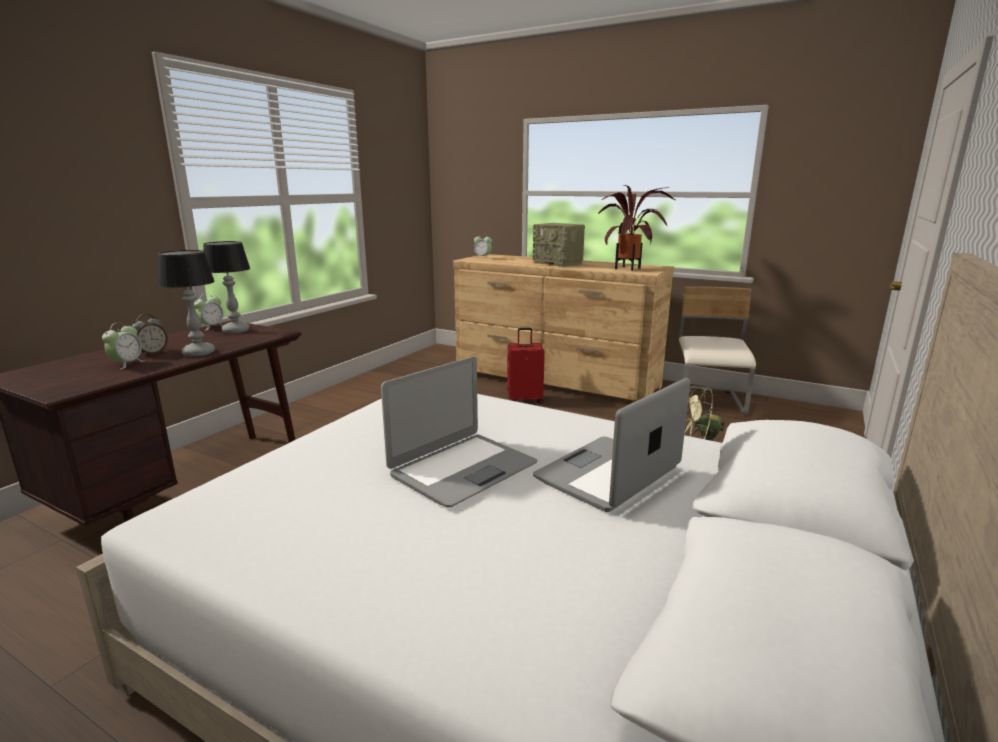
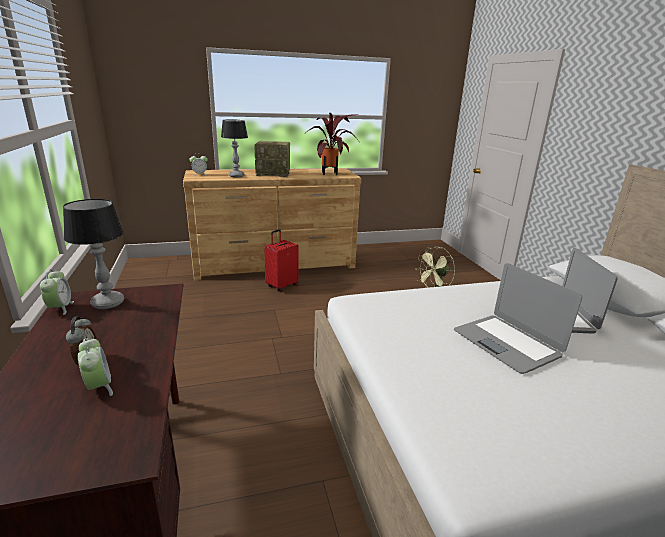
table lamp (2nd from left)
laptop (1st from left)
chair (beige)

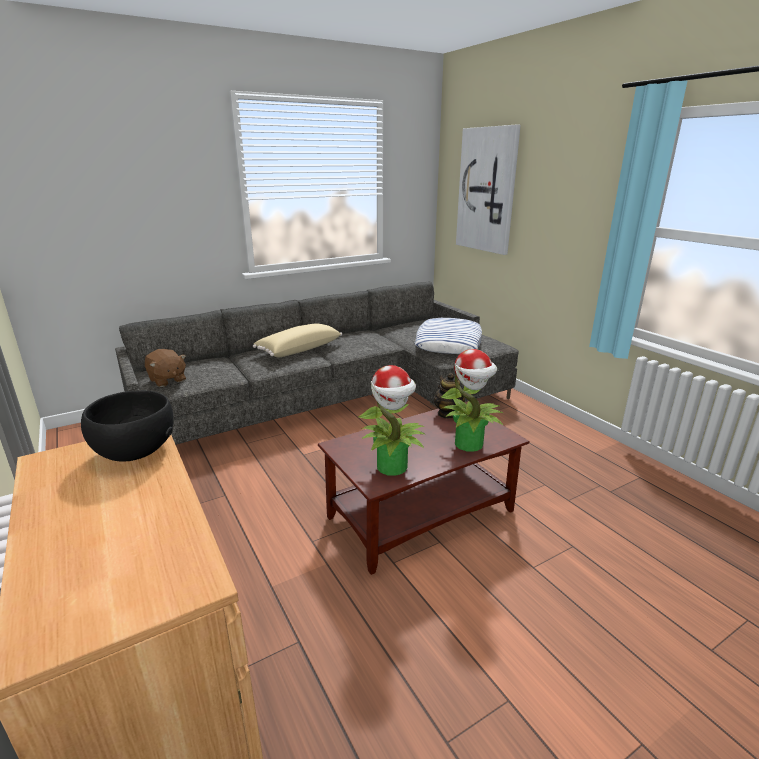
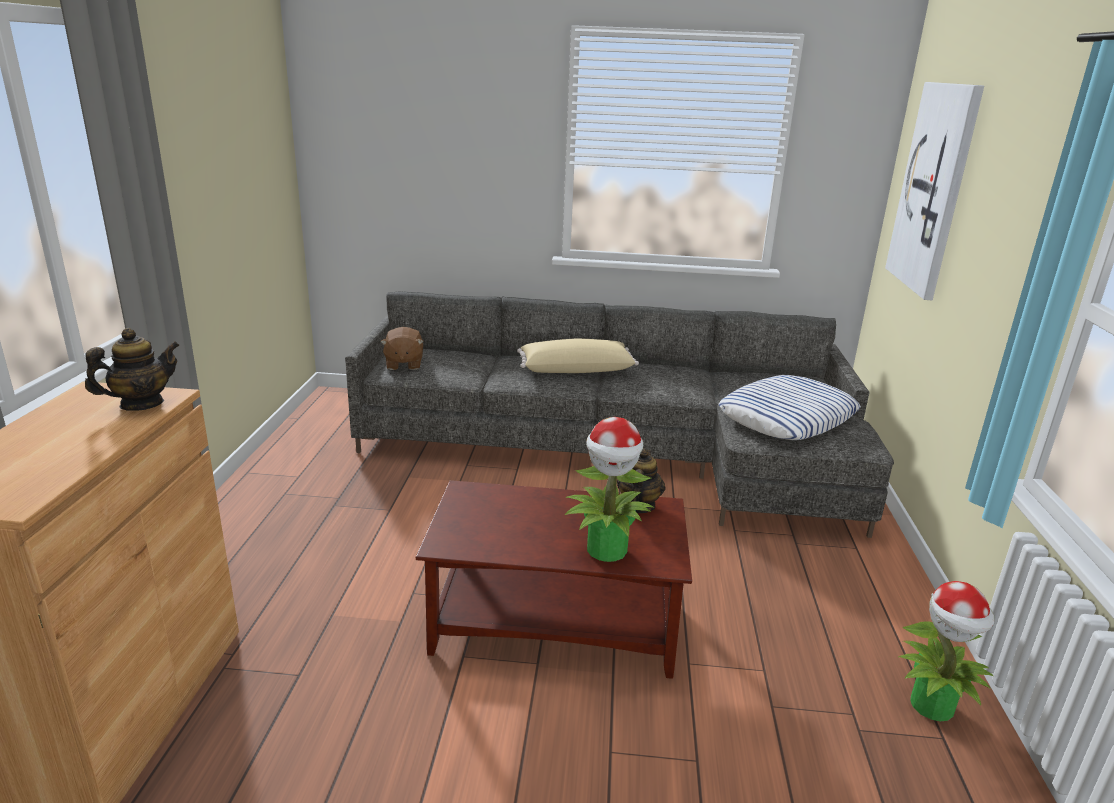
teapot (1st from left)
potted plant (2nd from left)

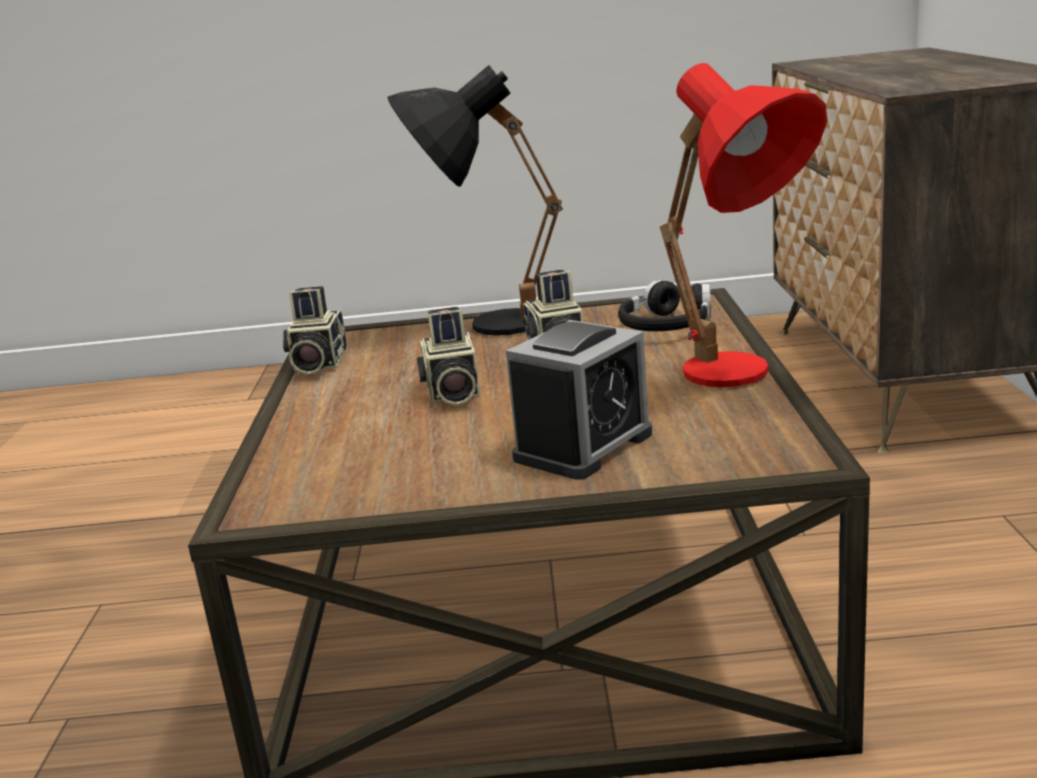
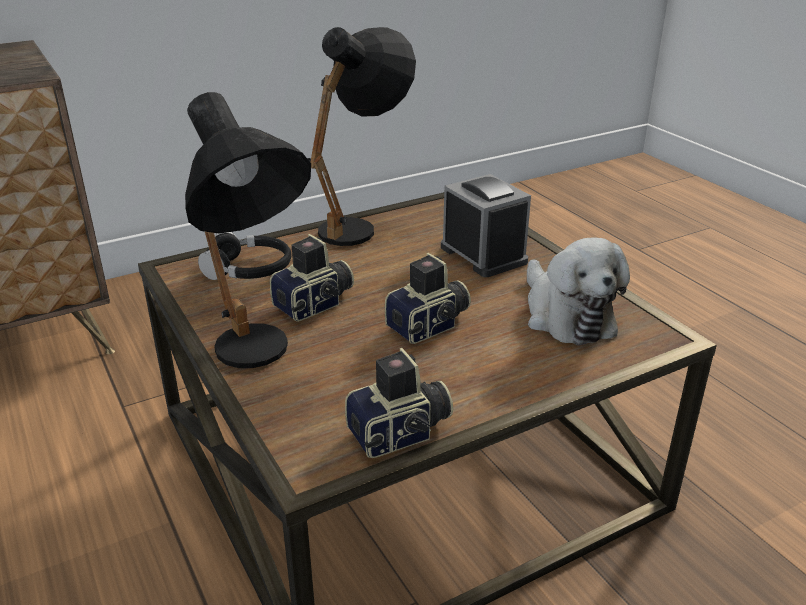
table lamp (black) (2nd from left)
alarm clock
plush toy

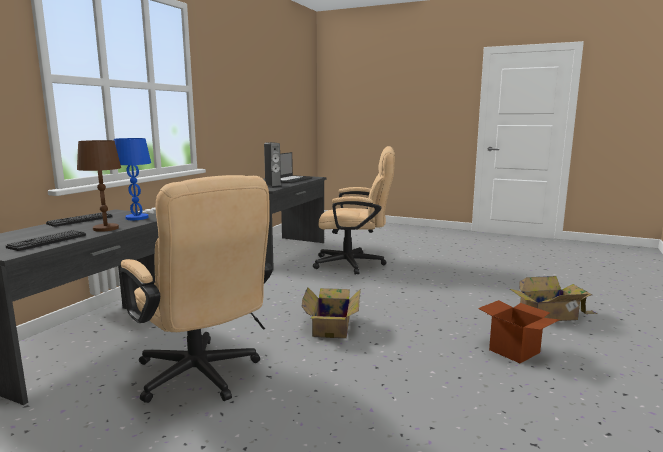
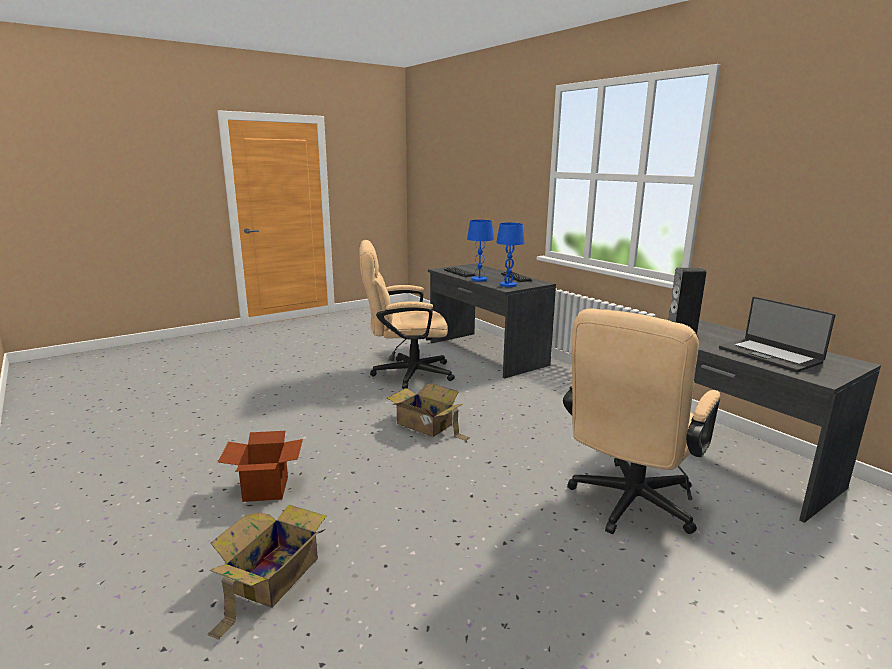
table lamp (blue) (1st from left)

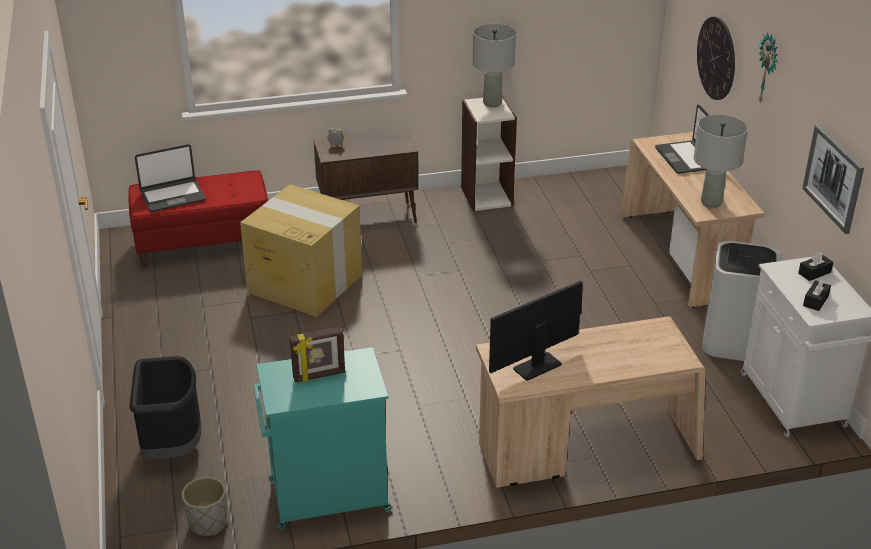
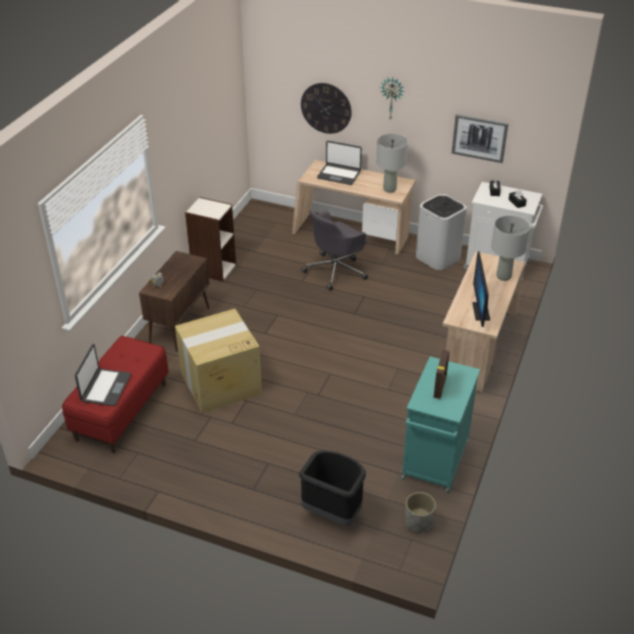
office chair (grey)
table lamp (grey) (2nd from left)

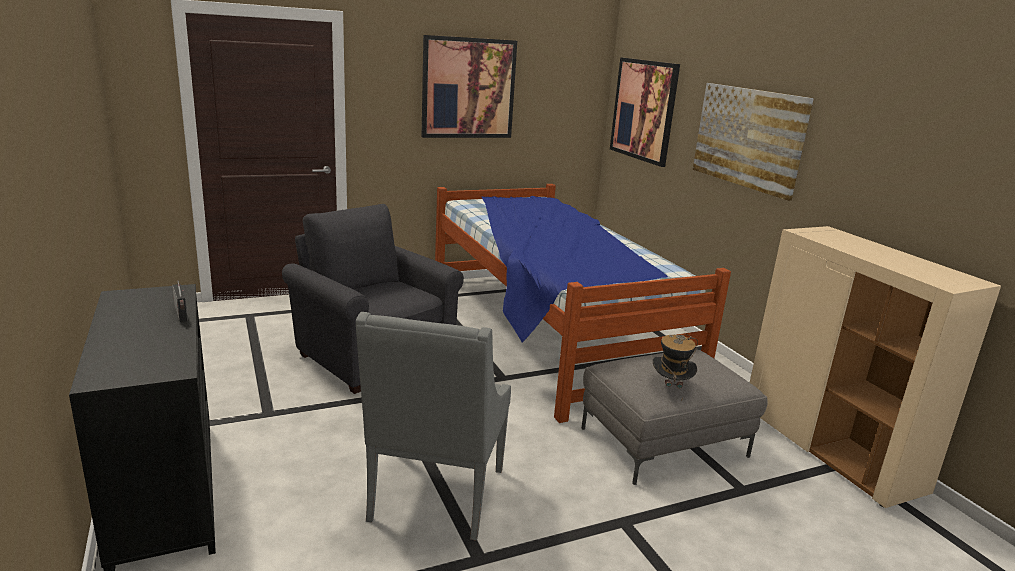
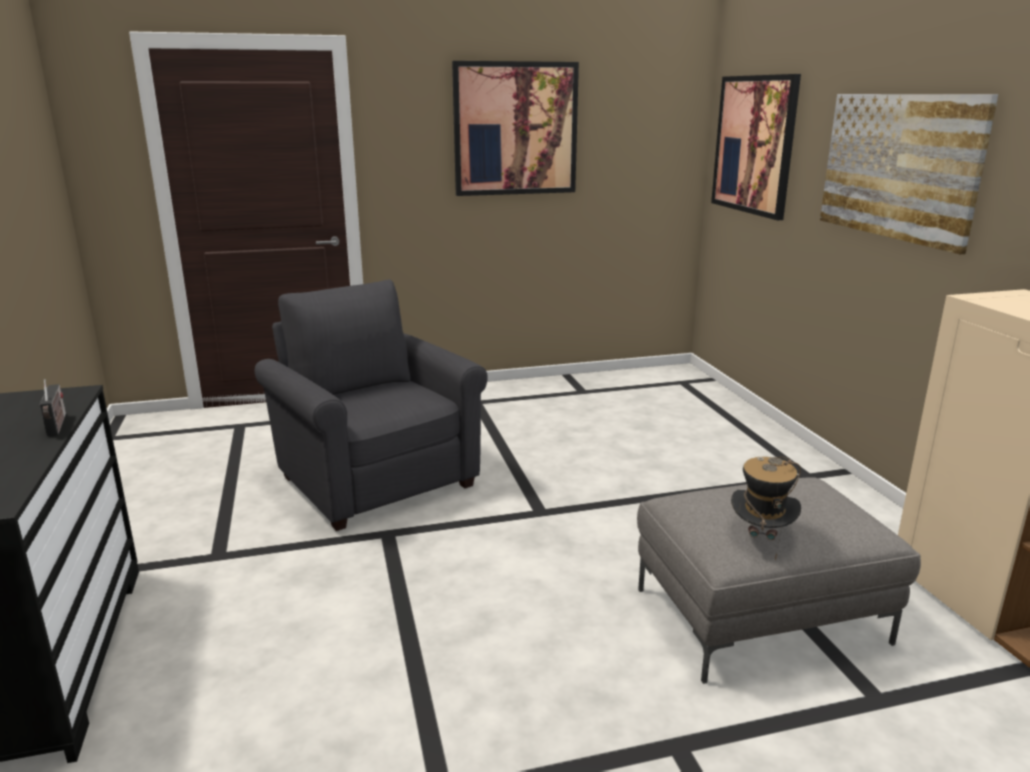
armchair (grey) (2nd from left in the first image)
bed

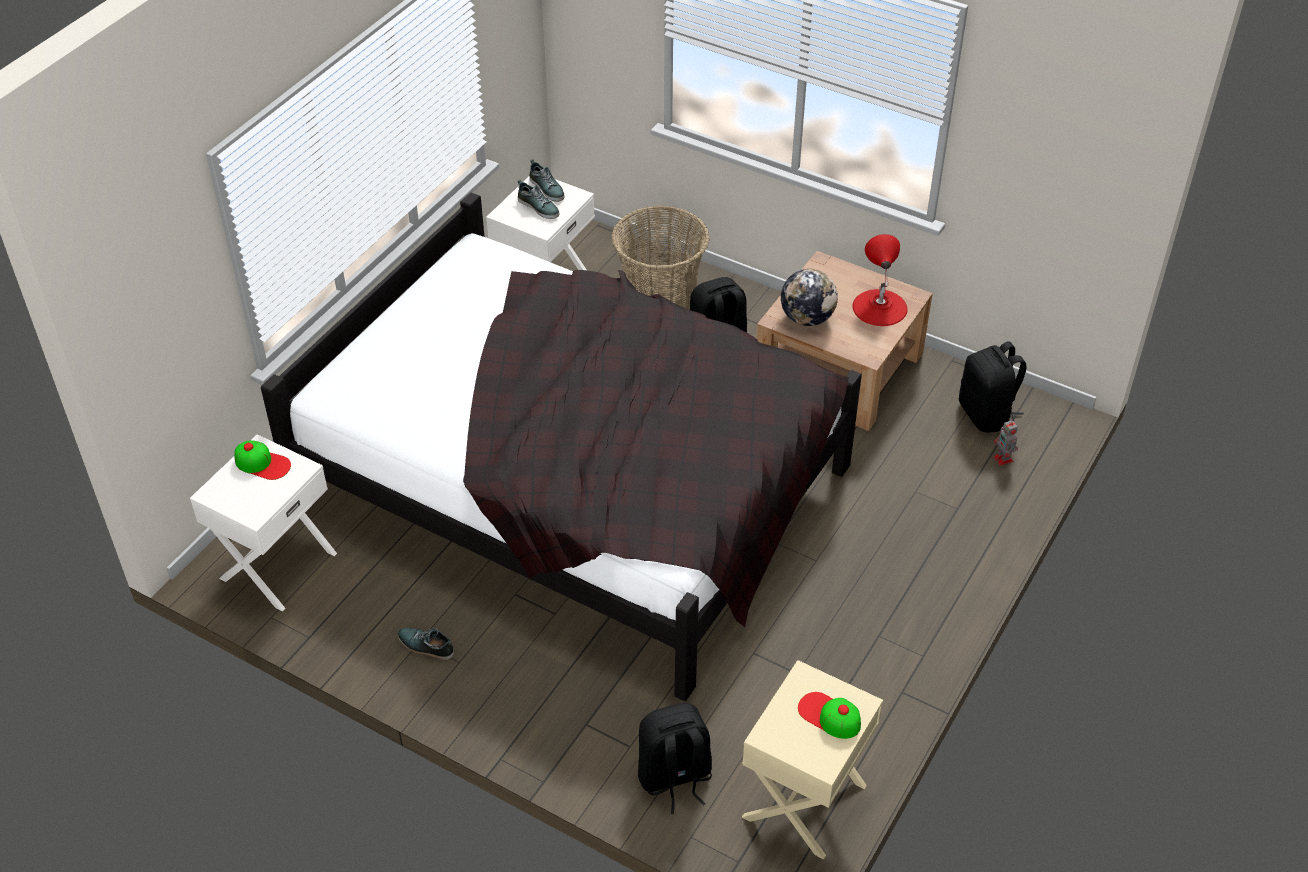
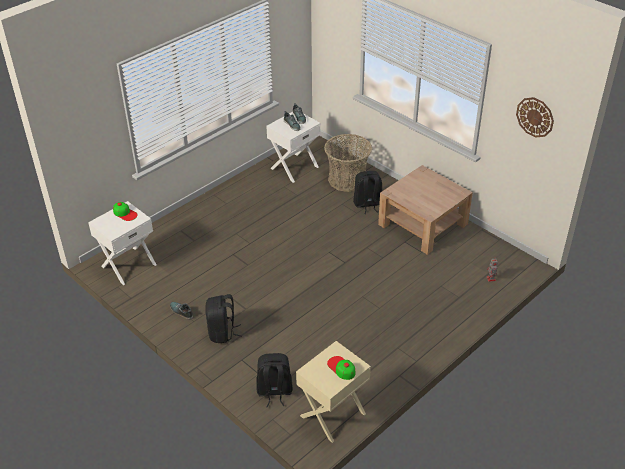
backpack (black) (1st from left)
wall clock
bed (black)
globe
table lamp (red)

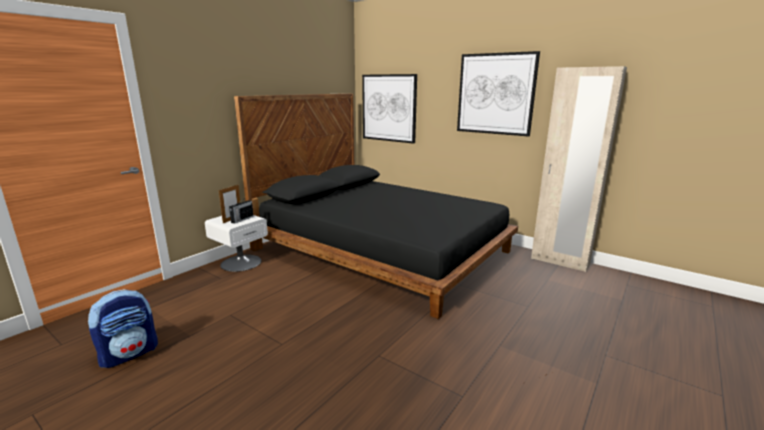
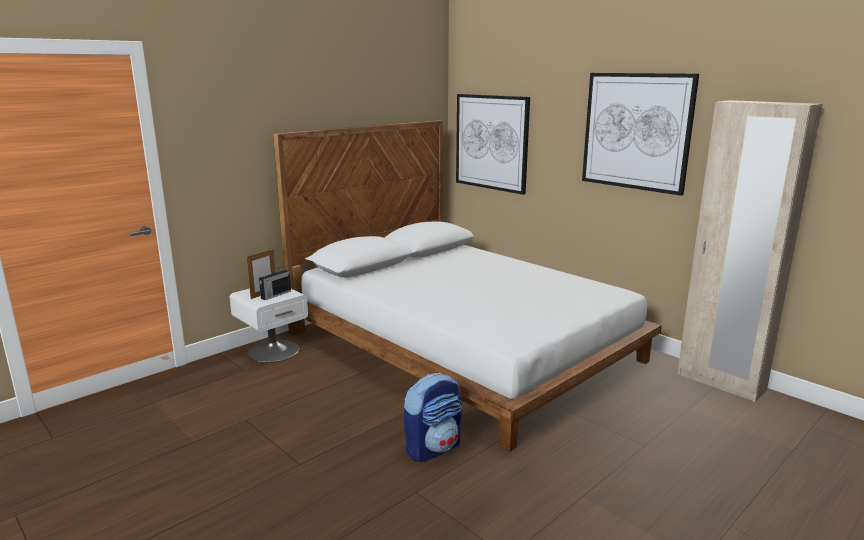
bed (white)
backpack

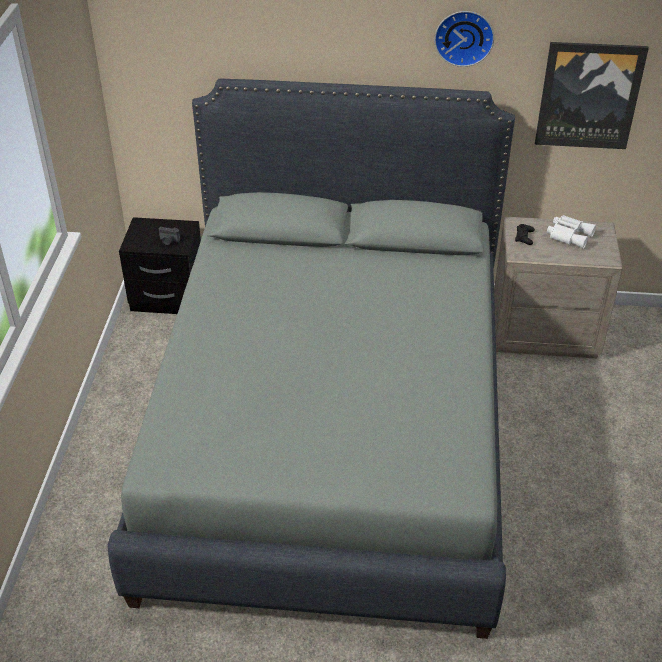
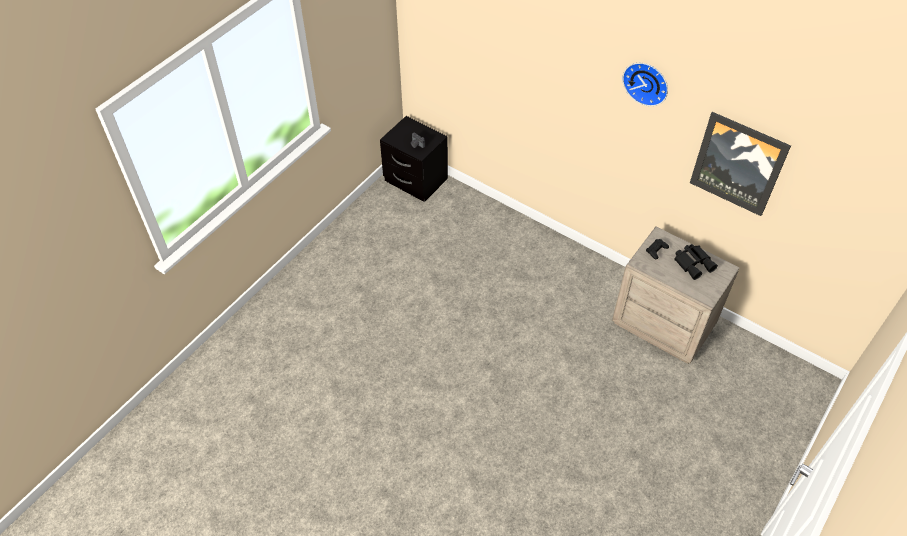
binoculars (black)
bed (grey)

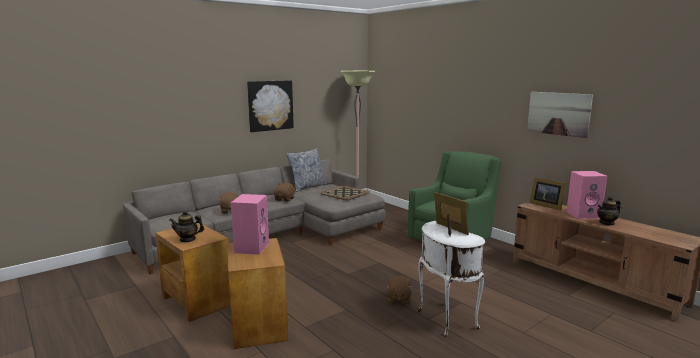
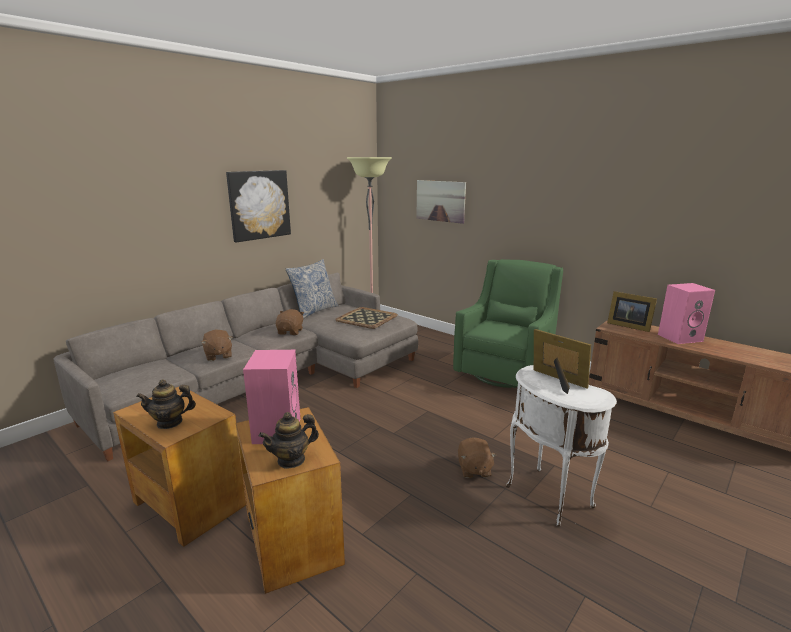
teapot (2nd from left)
picture (2nd from left)

